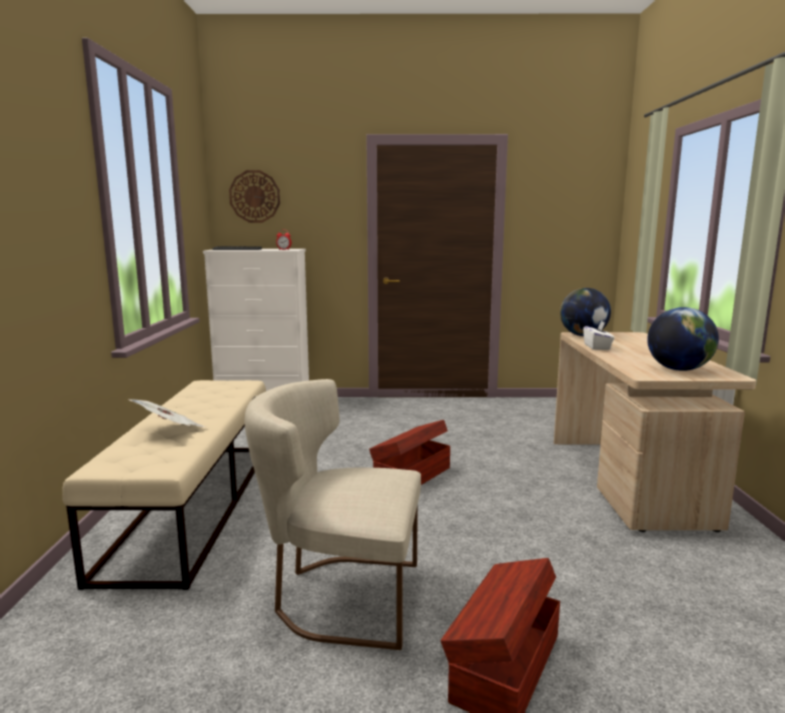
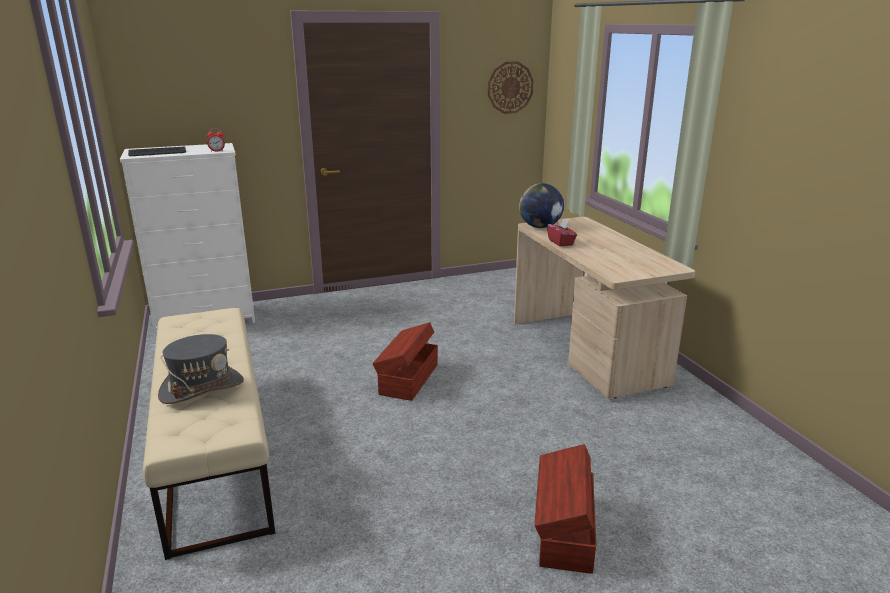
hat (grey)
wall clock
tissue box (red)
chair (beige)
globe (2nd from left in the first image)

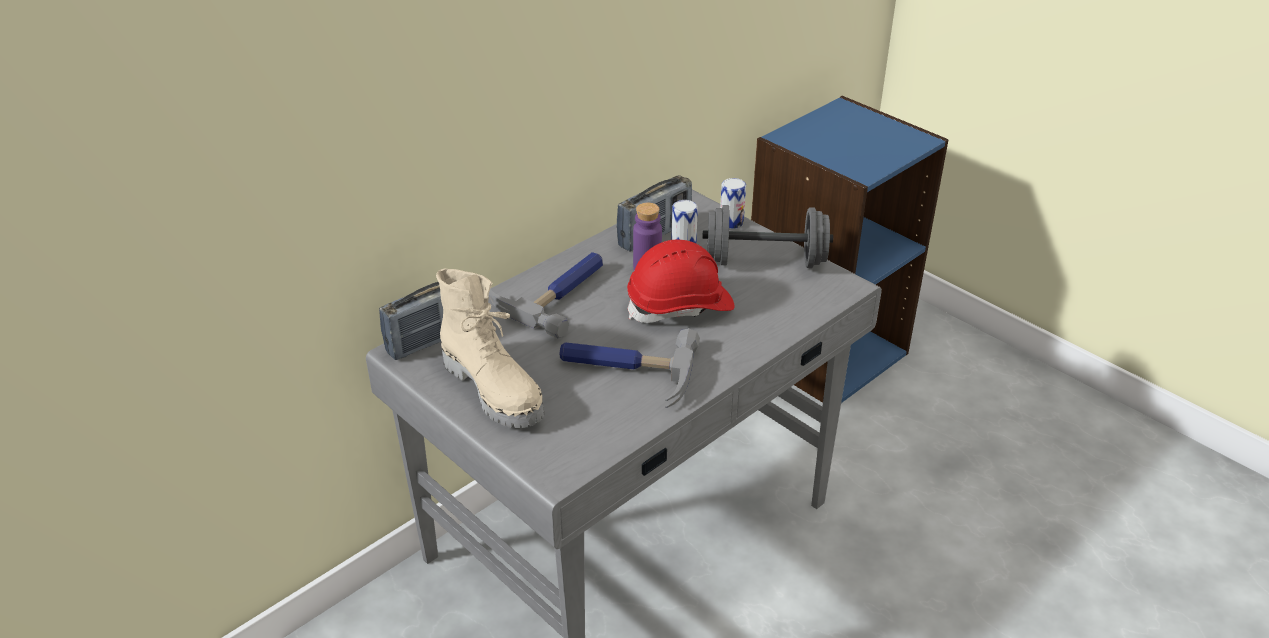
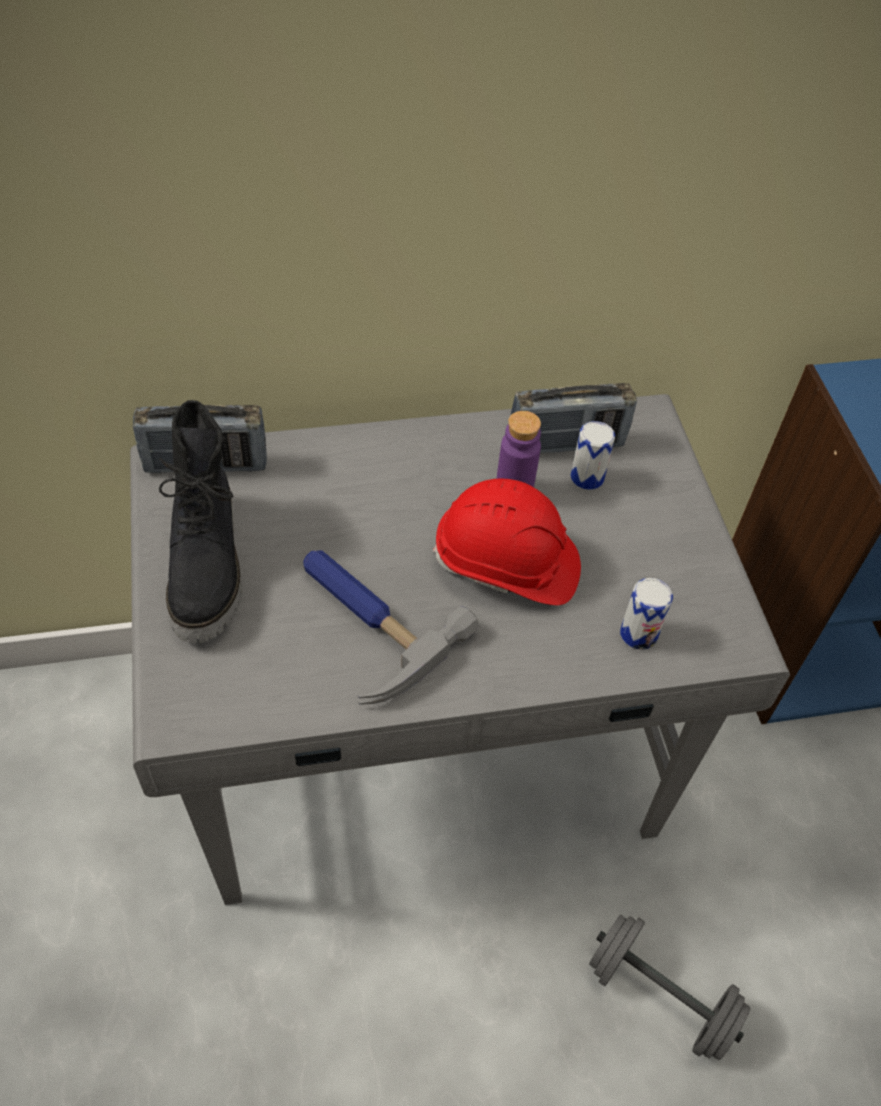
boot (black)
dumbbell (grey)
can (2nd from left)
hammer (1st from left in the first image)

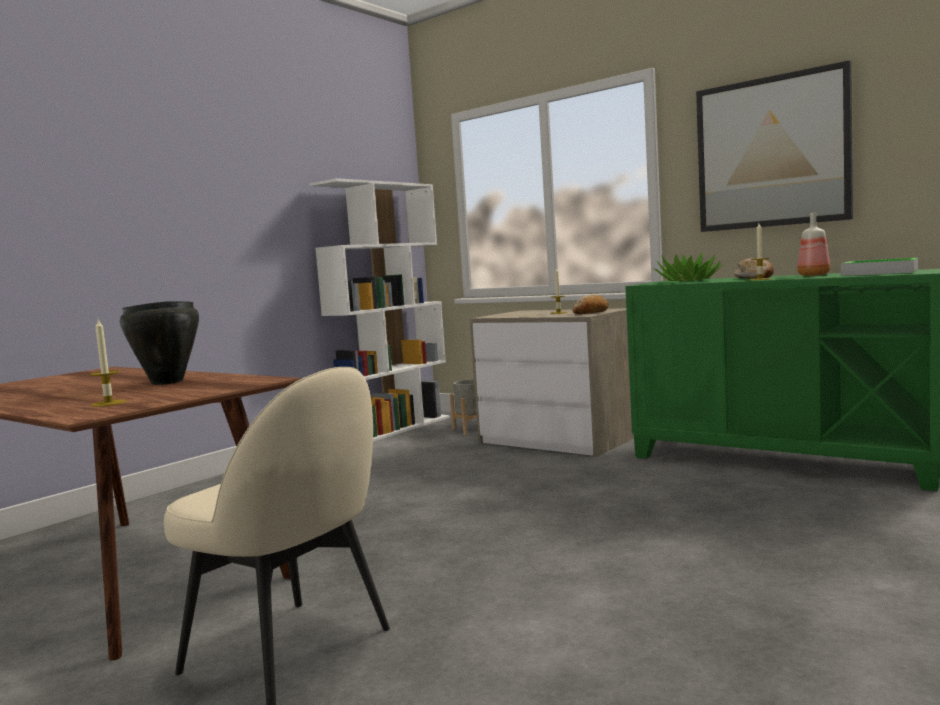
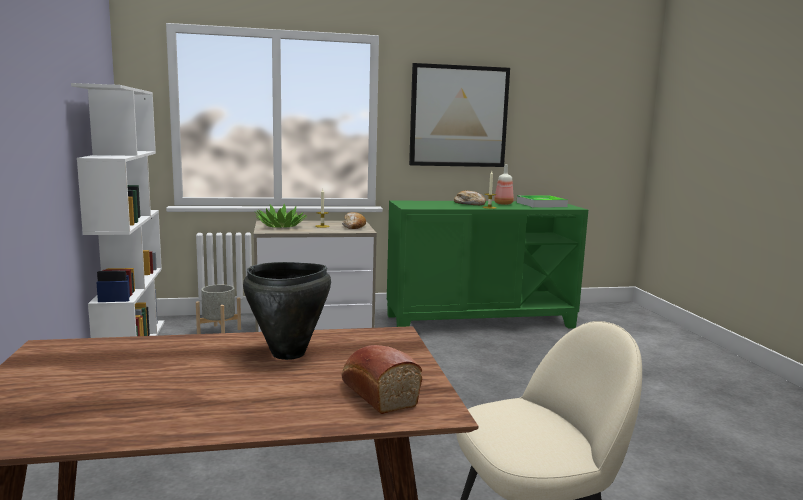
potted plant
bread (2nd from left)

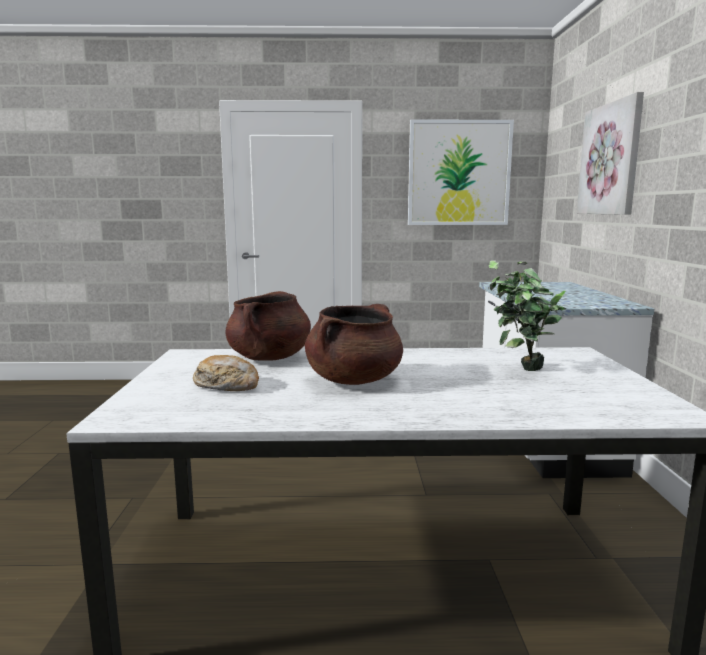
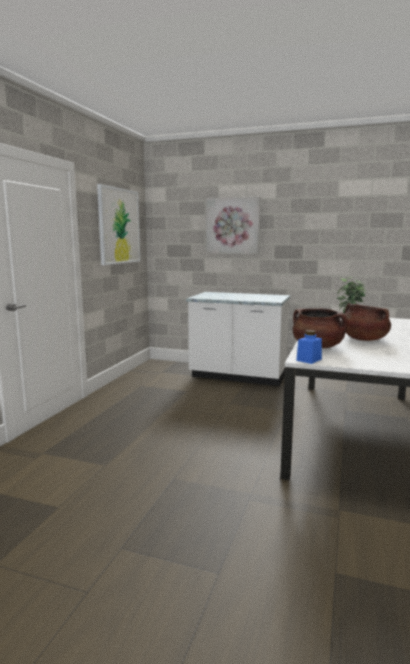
jar (blue)
bread

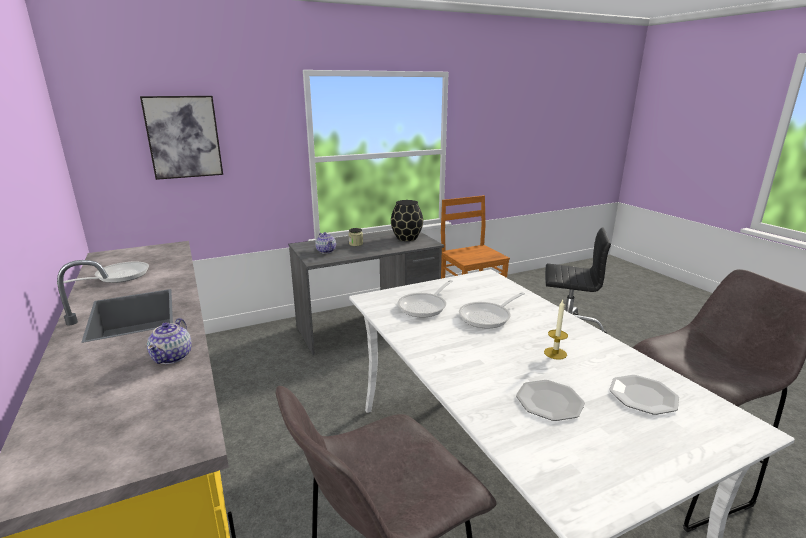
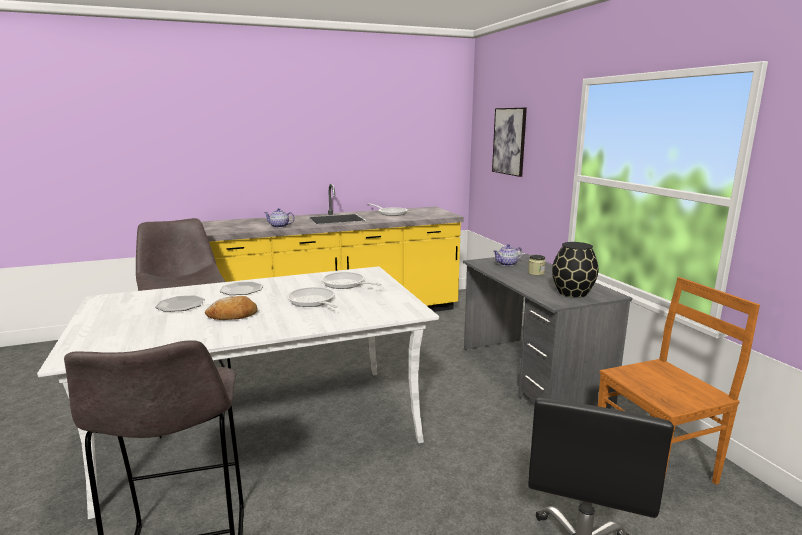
bread
plate (2nd from left)

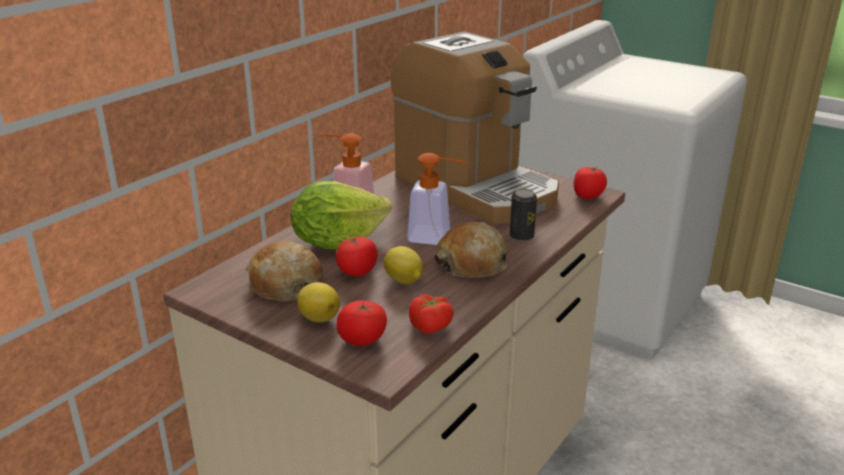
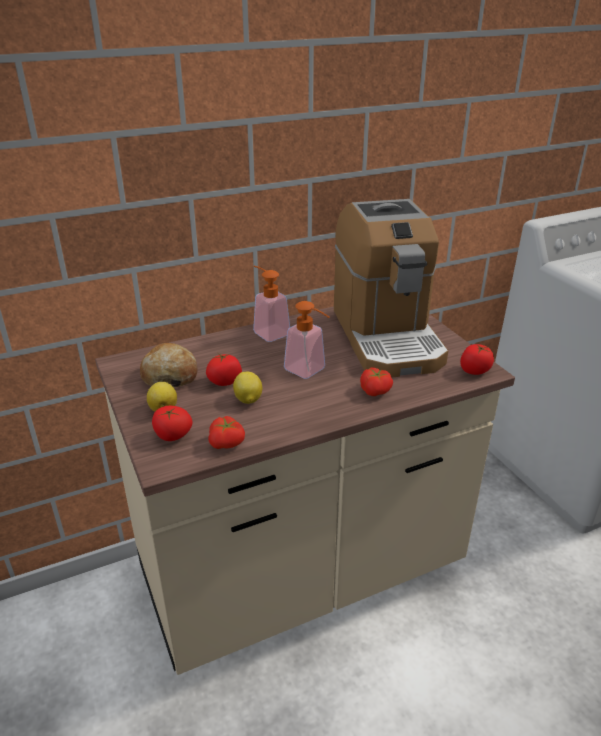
tomato (4th from left)
lettuce
bread (2nd from left in the first image)

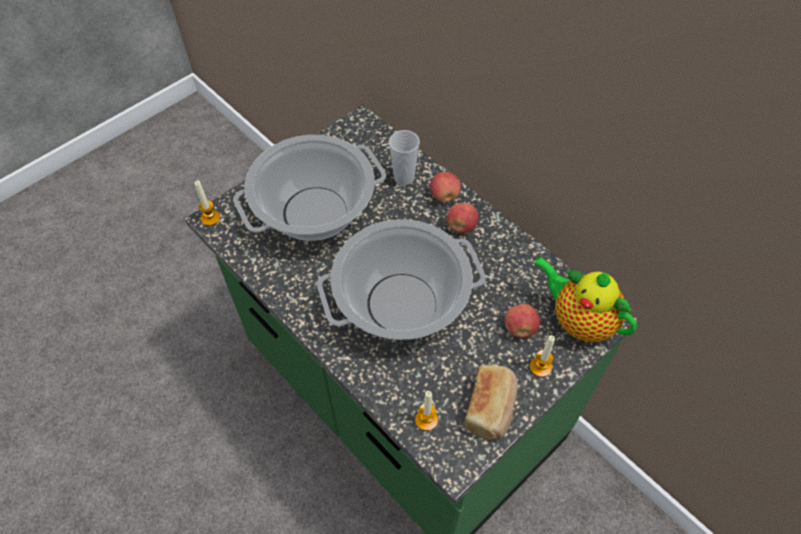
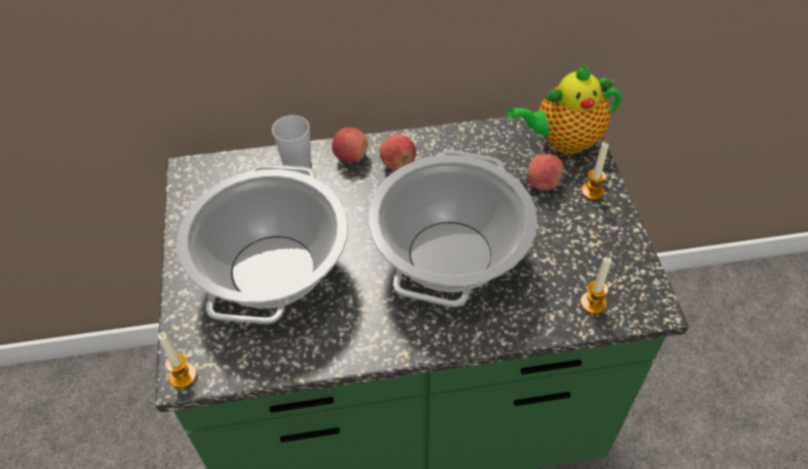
bread

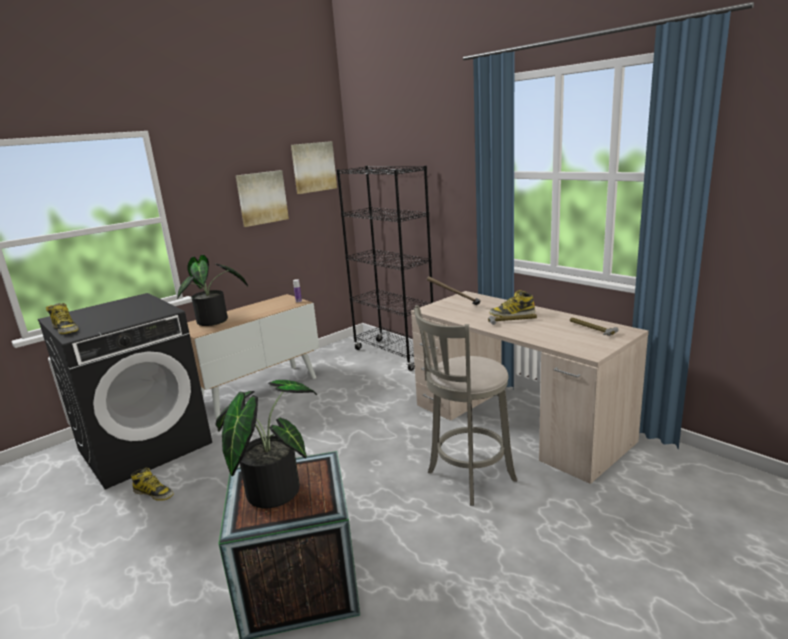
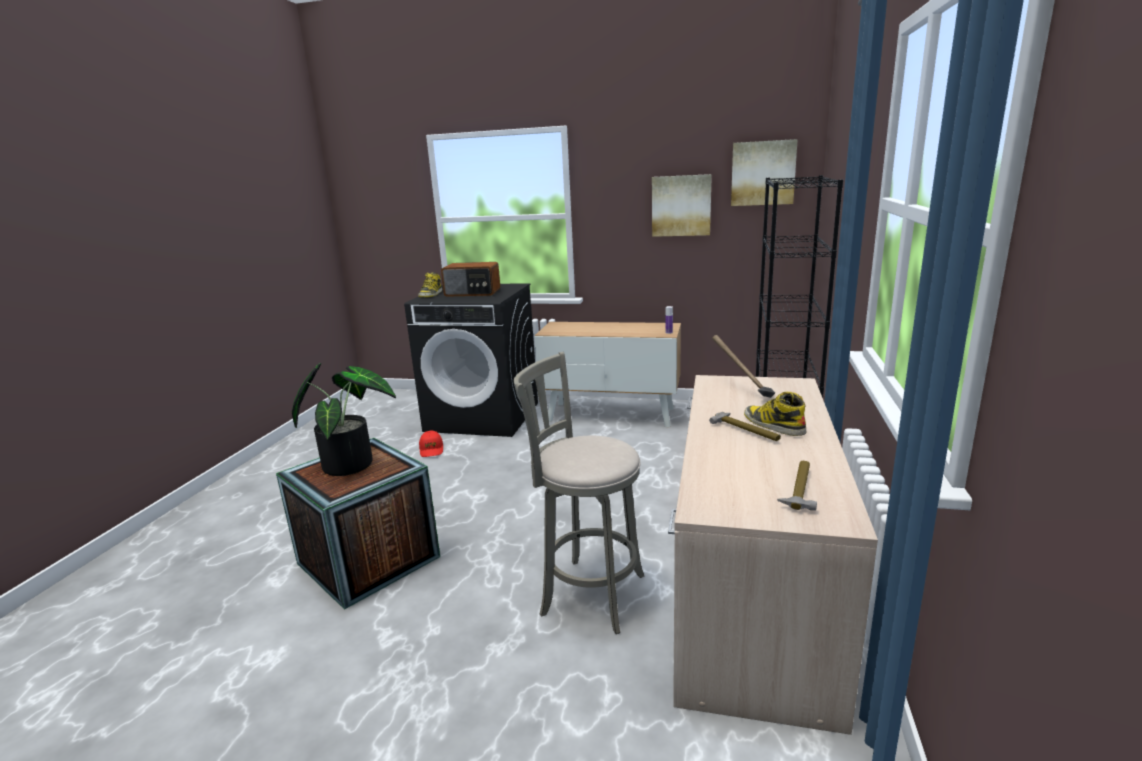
cap (red)
radio
potted plant (1st from left in the first image)

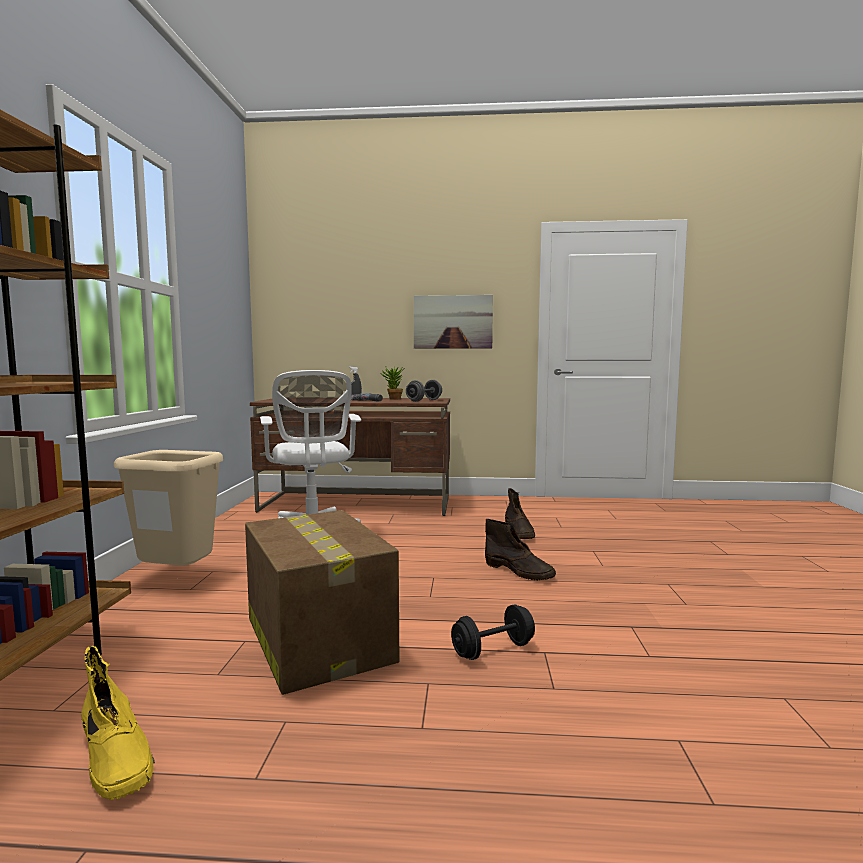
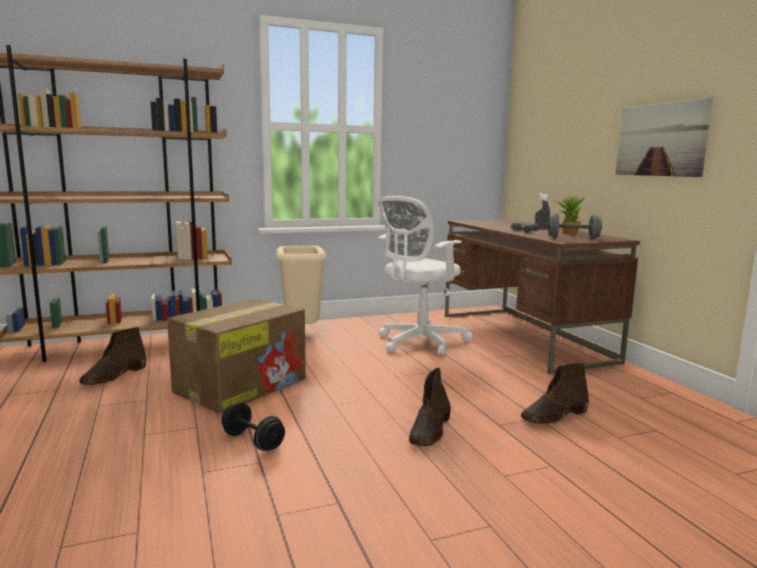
boot (brown) (1st from left)

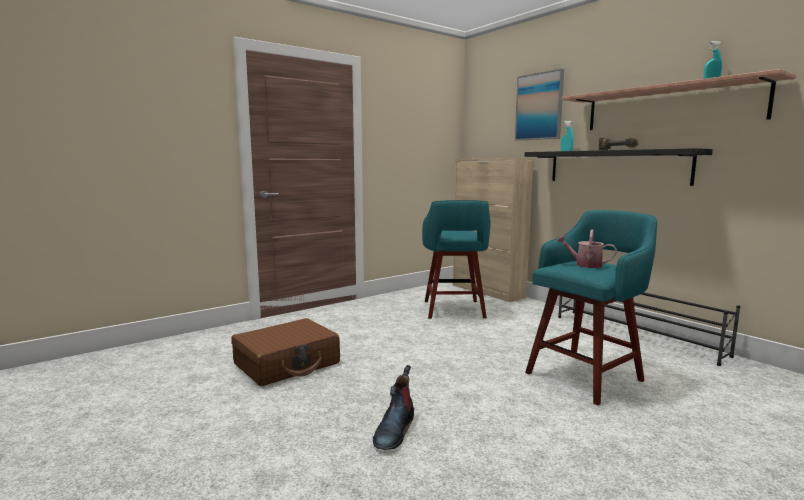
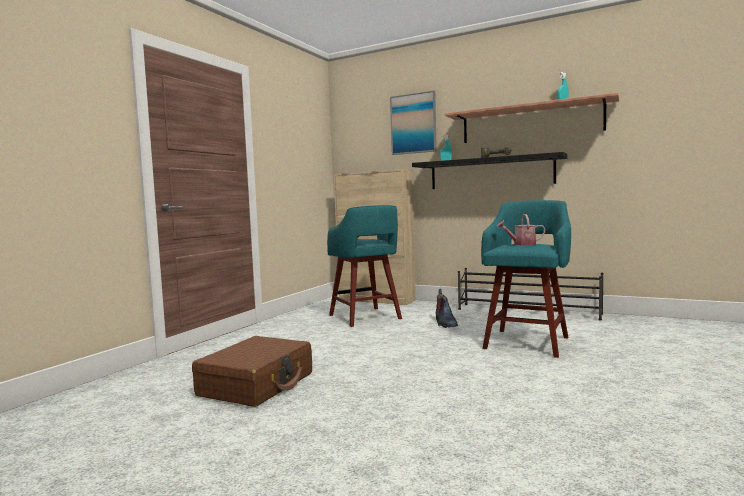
boot

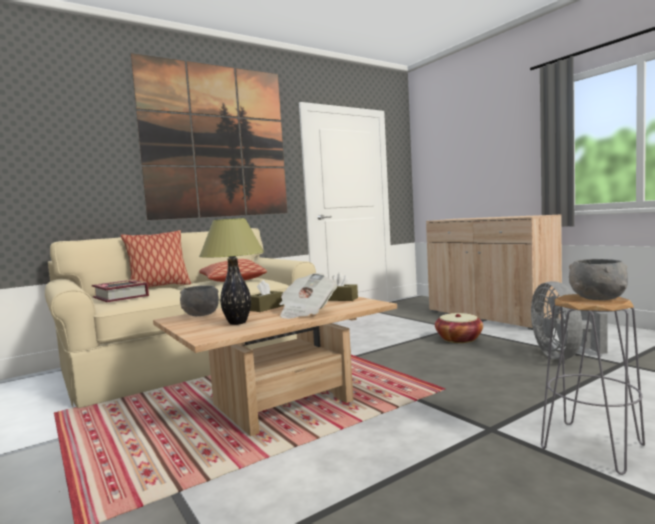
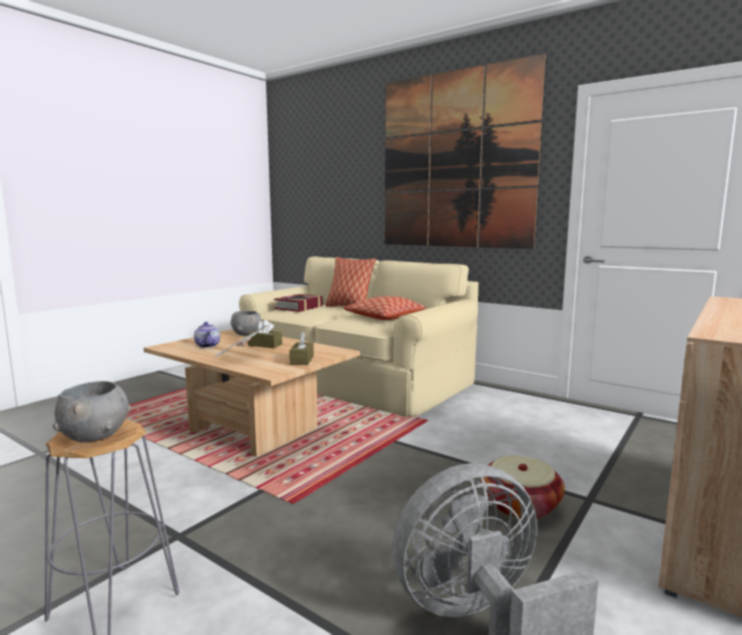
teapot

